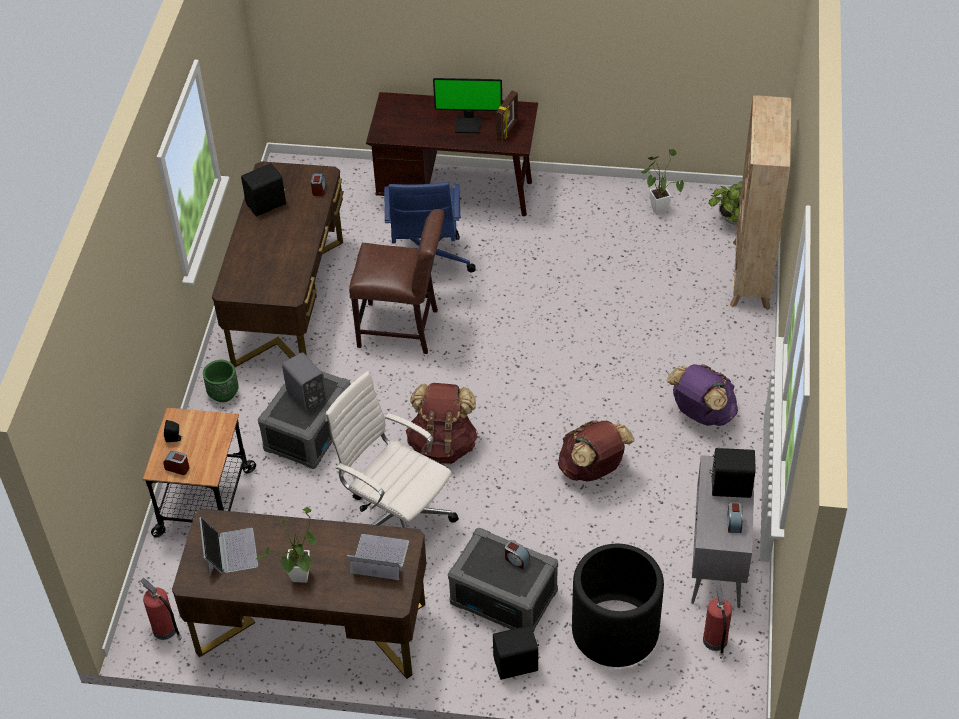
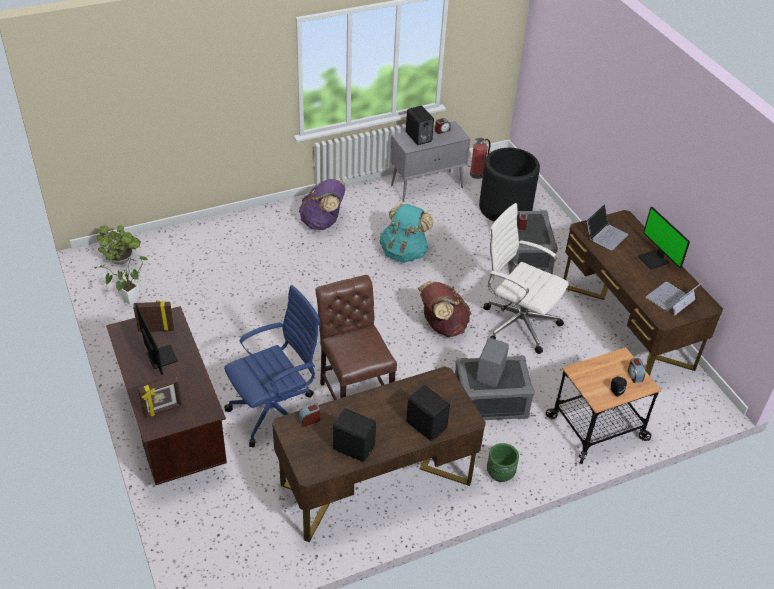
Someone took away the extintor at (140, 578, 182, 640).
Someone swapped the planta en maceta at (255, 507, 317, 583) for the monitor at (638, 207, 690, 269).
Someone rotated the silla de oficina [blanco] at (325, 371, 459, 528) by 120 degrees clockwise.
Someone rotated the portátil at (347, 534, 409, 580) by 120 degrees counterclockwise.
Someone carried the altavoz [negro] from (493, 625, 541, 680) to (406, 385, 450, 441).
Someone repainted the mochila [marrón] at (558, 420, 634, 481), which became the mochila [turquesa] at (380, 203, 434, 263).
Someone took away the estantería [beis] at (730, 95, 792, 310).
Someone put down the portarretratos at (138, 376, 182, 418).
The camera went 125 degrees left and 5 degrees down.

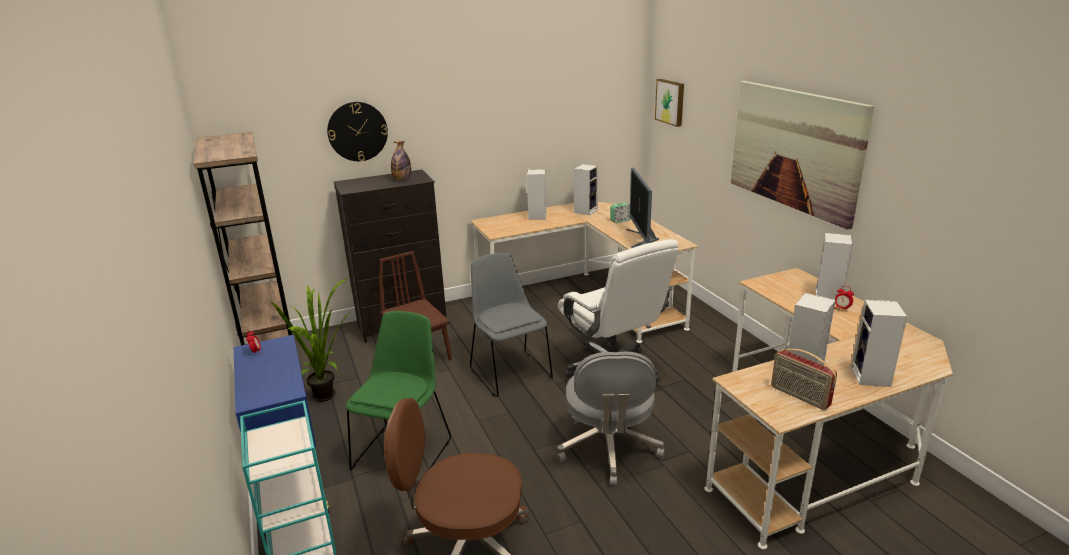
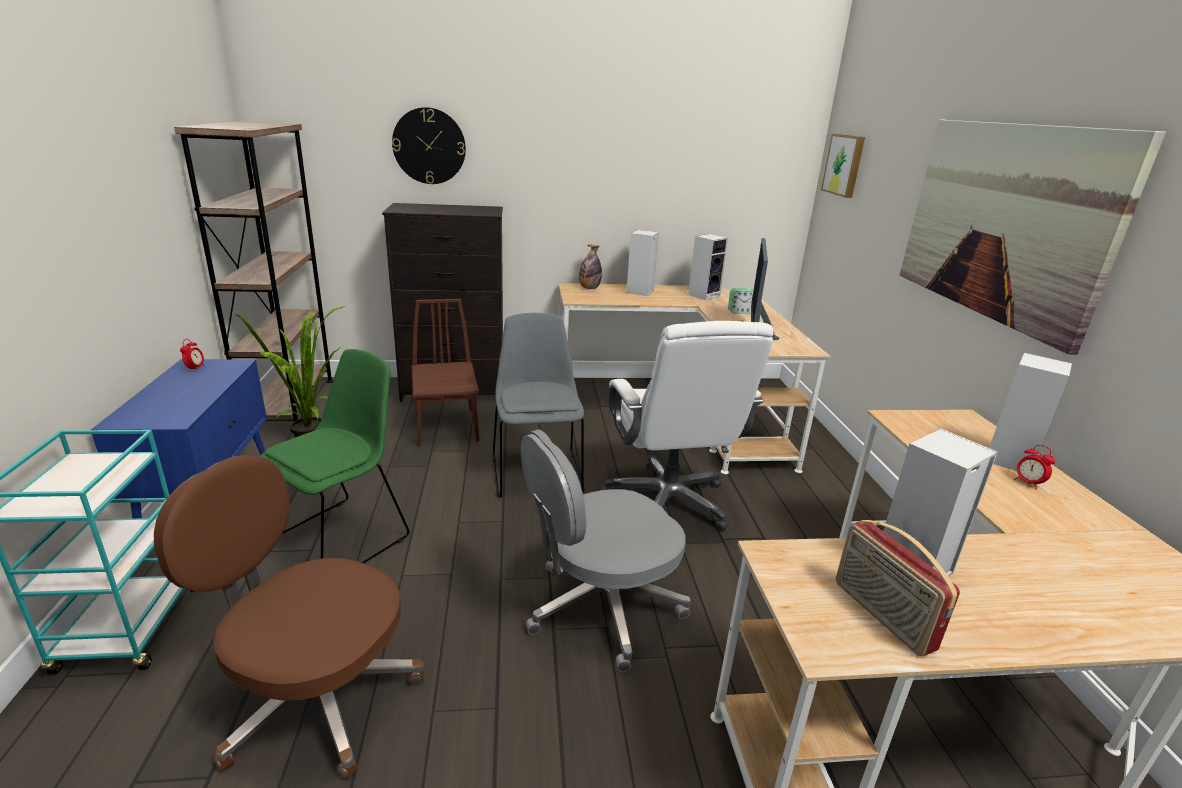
Someone carried the botella from (391, 141, 411, 180) to (579, 244, 602, 289).
Someone rotated the silla de oficina [gris] at (556, 351, 665, 486) by 45 degrees clockwise.
Someone took away the altavoz at (851, 300, 907, 387).
The camera went 15 degrees right and 0 degrees up.

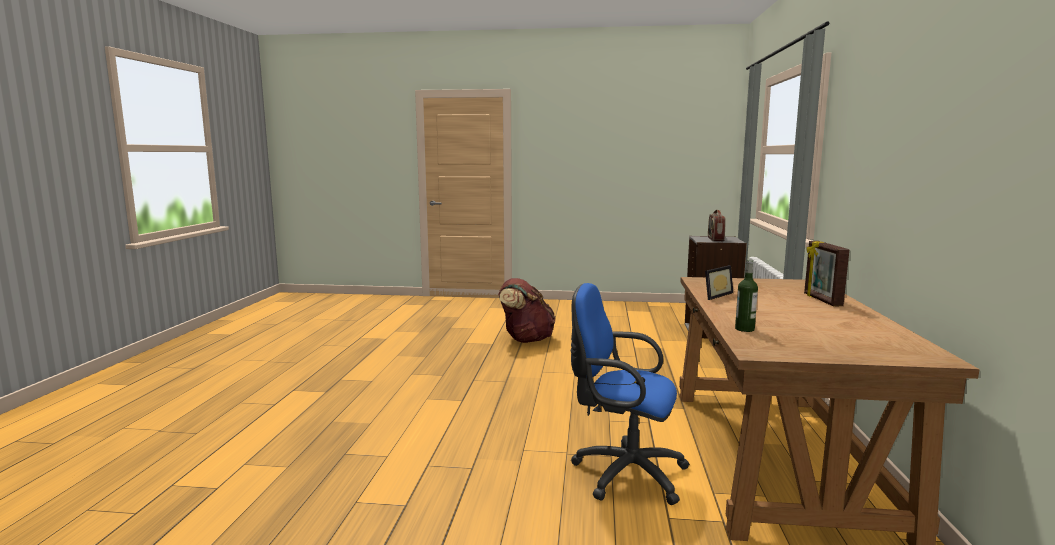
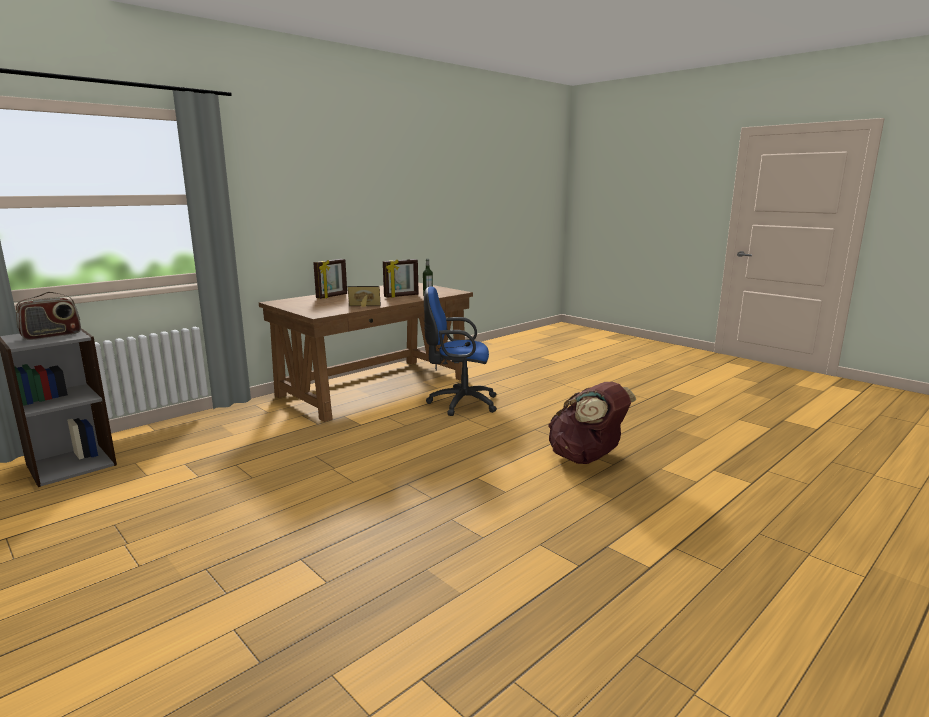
Someone carried the mochila [marrón] from (498, 278, 555, 343) to (548, 382, 636, 464).
Someone rotated the silla de oficina [azul] at (571, 283, 690, 505) by 120 degrees clockwise.
Someone put down the portarretratos at (383, 259, 419, 298).
The camera went 140 degrees left and 5 degrees up.

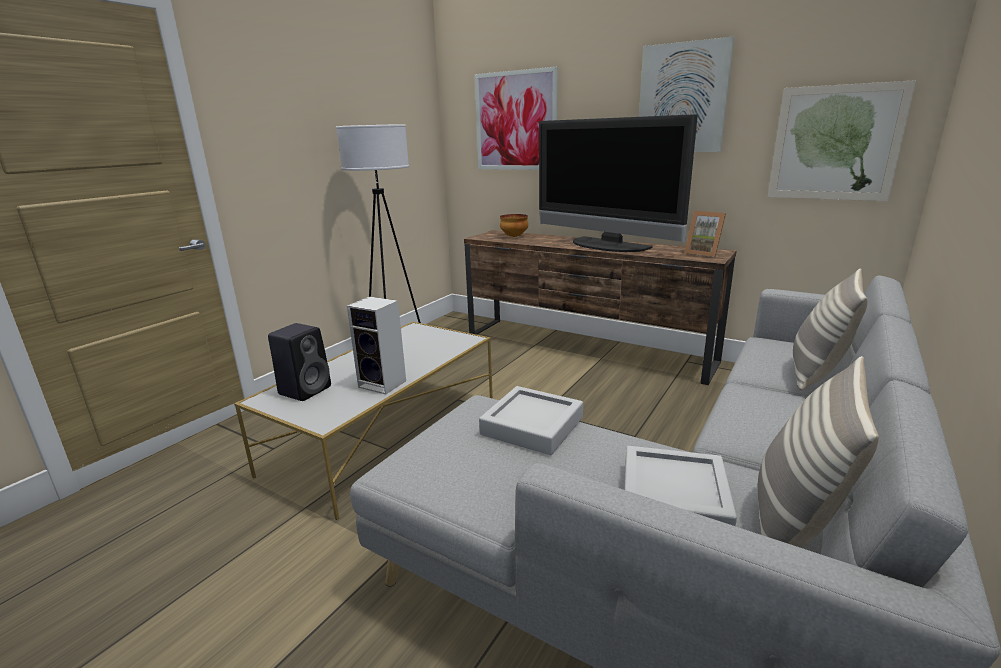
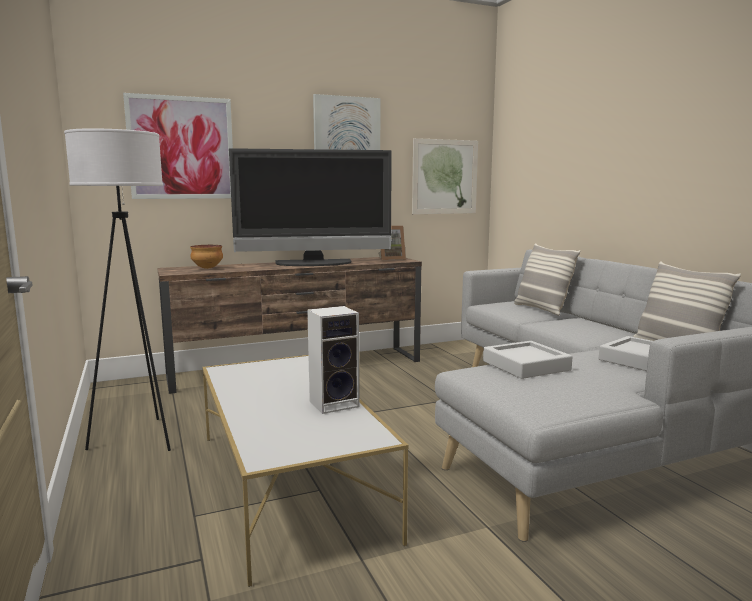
Someone took away the altavoz [negro] at (268, 323, 331, 401).
The camera went 55 degrees left and 10 degrees down.

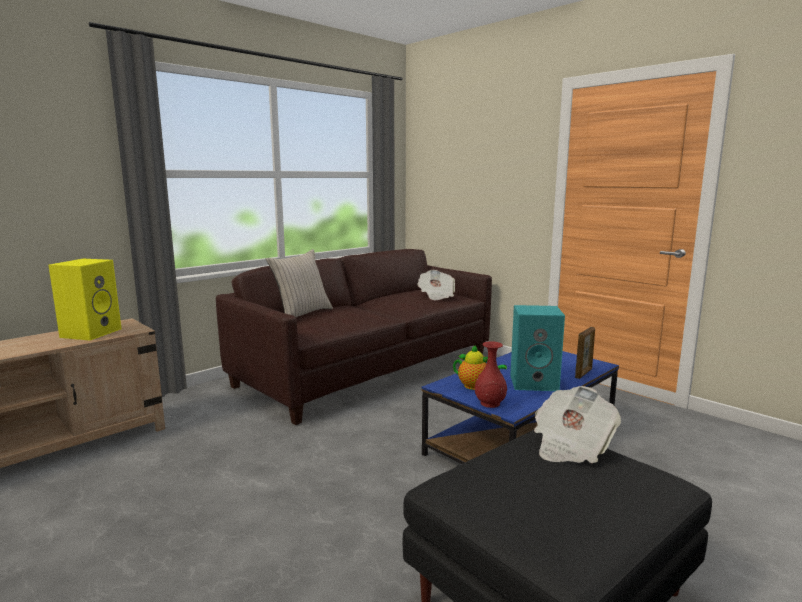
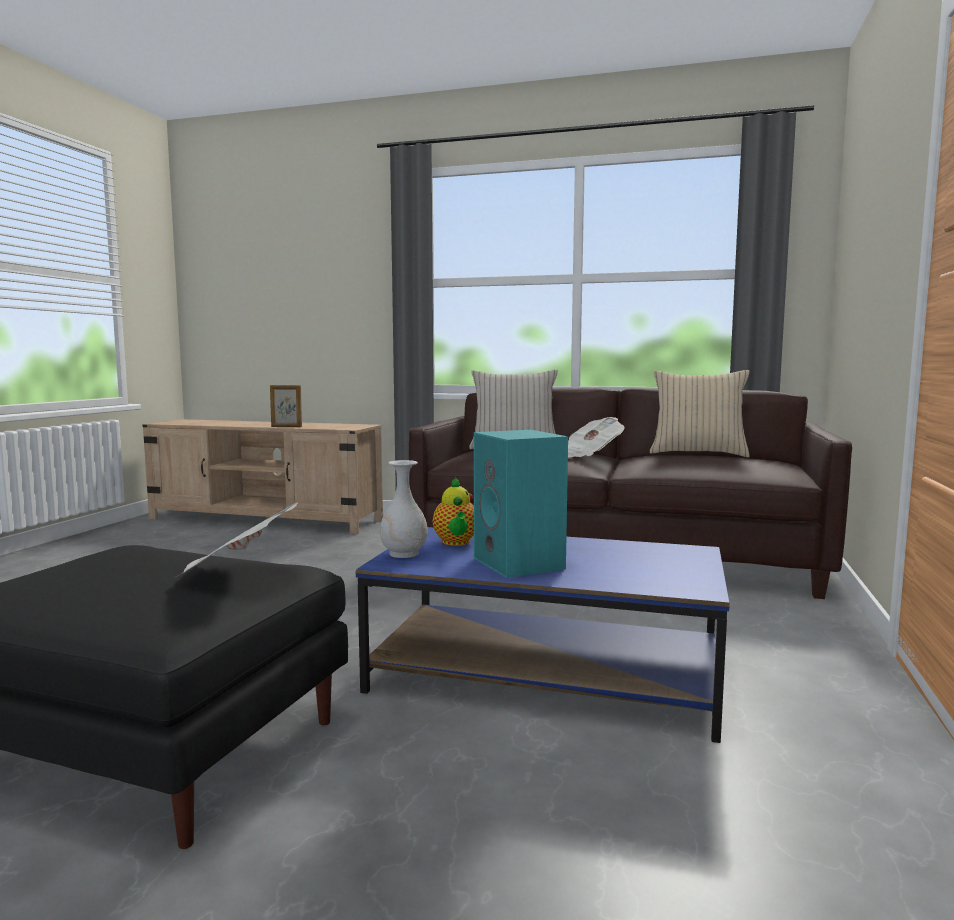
Someone took away the altavoz [amarillo] at (48, 259, 122, 340).
Someone carried the periódico from (417, 270, 455, 300) to (568, 417, 625, 458).
Someone repainted the florero [rojo] at (475, 341, 507, 408), which became the florero [blanco] at (380, 460, 428, 558).
Someone carried the portarretratos from (575, 327, 595, 379) to (270, 385, 302, 427).
Someone put down the cojín [beis] at (650, 370, 750, 458).
The camera went 60 degrees right and 5 degrees down.

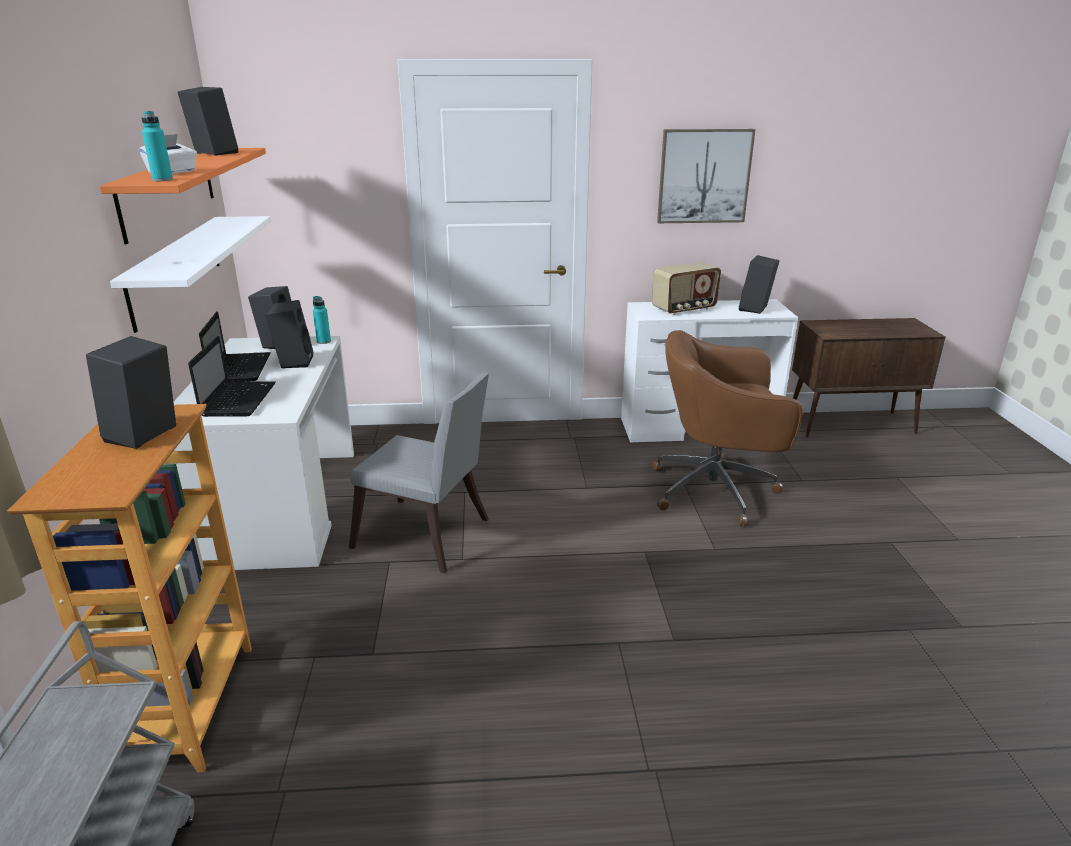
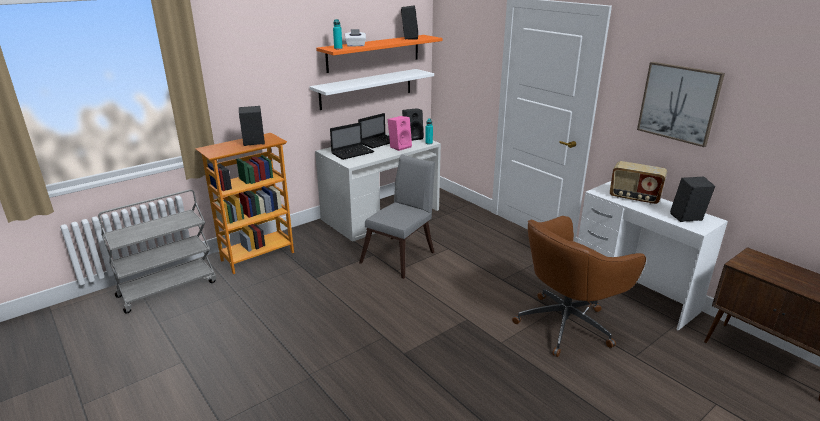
Someone repainted the altavoz [negro] at (265, 300, 313, 368), which became the altavoz [rosa] at (388, 116, 412, 151).
Someone rotated the silla [gris] at (349, 373, 489, 574) by 135 degrees counterclockwise.
Someone rotated the silla de oficina [marrón] at (653, 330, 803, 526) by 90 degrees counterclockwise.
The camera went 55 degrees right and 0 degrees up.

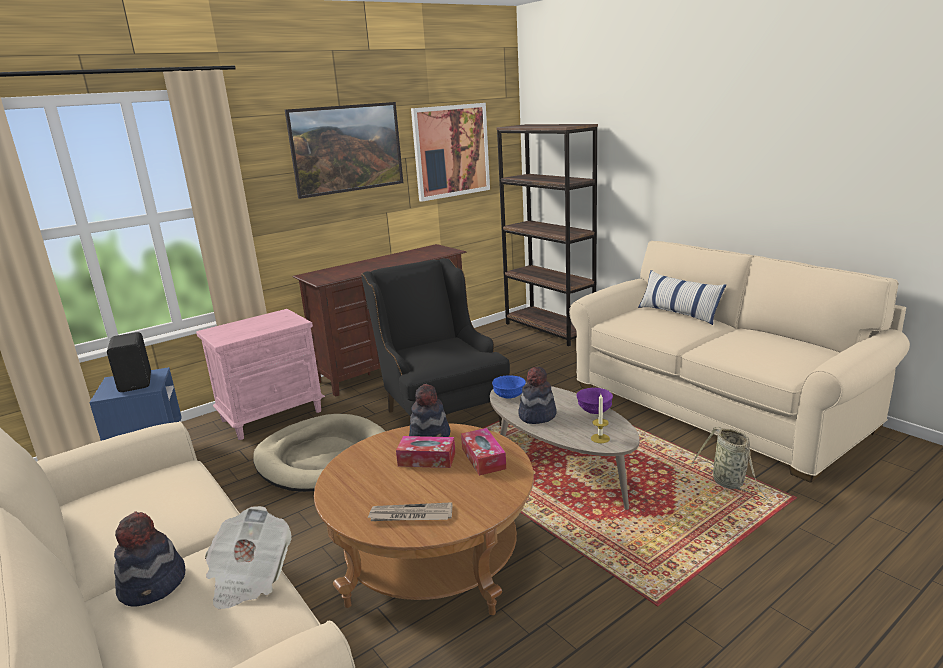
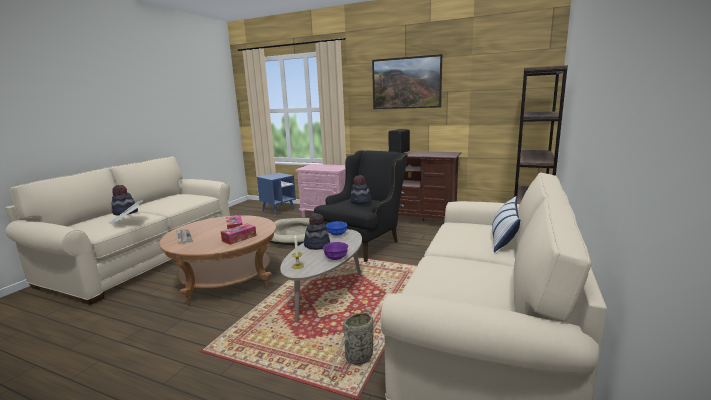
Someone carried the altavoz [negro] from (107, 332, 151, 392) to (388, 129, 410, 153).
Someone carried the sombrero from (409, 384, 450, 437) to (350, 175, 372, 204).
Someone took away the cuadro at (411, 103, 490, 202).
The camera went 60 degrees right and 5 degrees down.

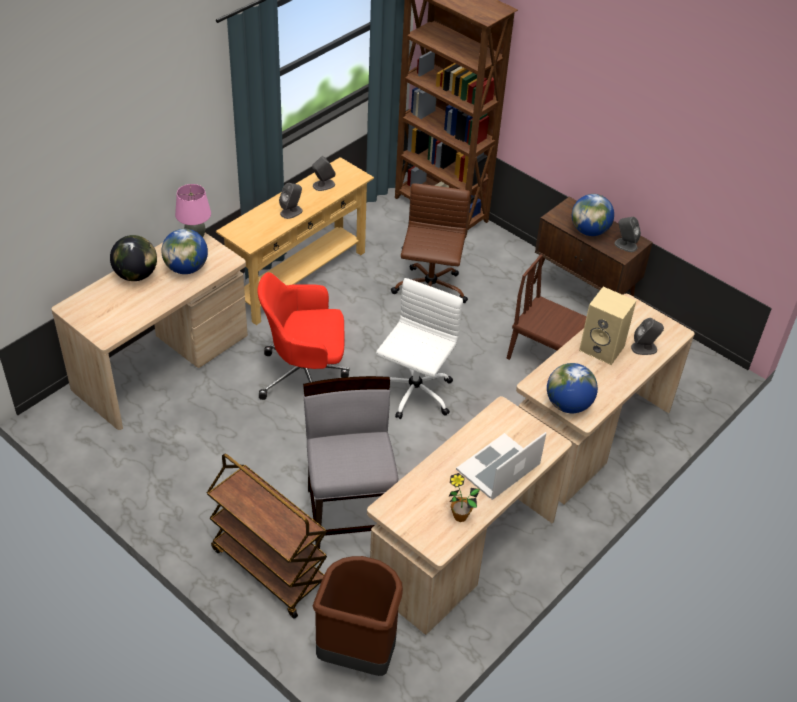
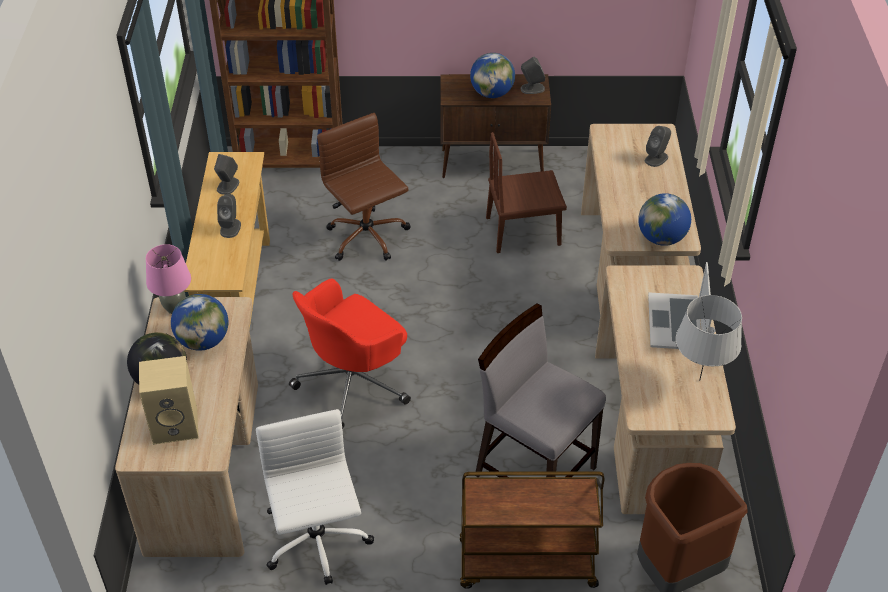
Someone carried the silla de oficina [blanco] from (376, 278, 463, 419) to (256, 409, 374, 585).
Someone swapped the planta en maceta at (449, 473, 480, 522) for the lámpara de mesa [gris] at (675, 295, 742, 381).
Someone carried the altavoz [beis] from (579, 287, 636, 365) to (139, 356, 199, 445).
The camera went 40 degrees left and 0 degrees up.

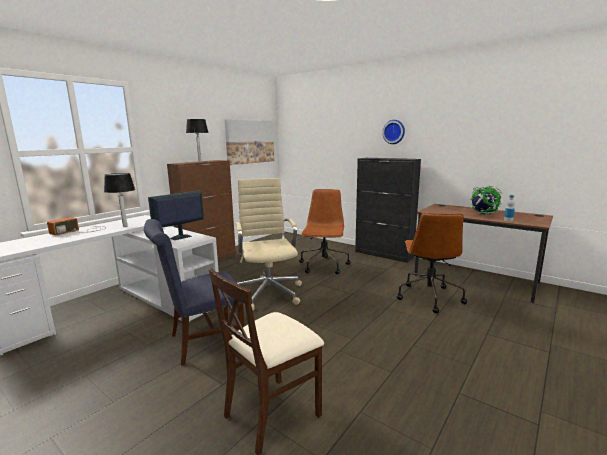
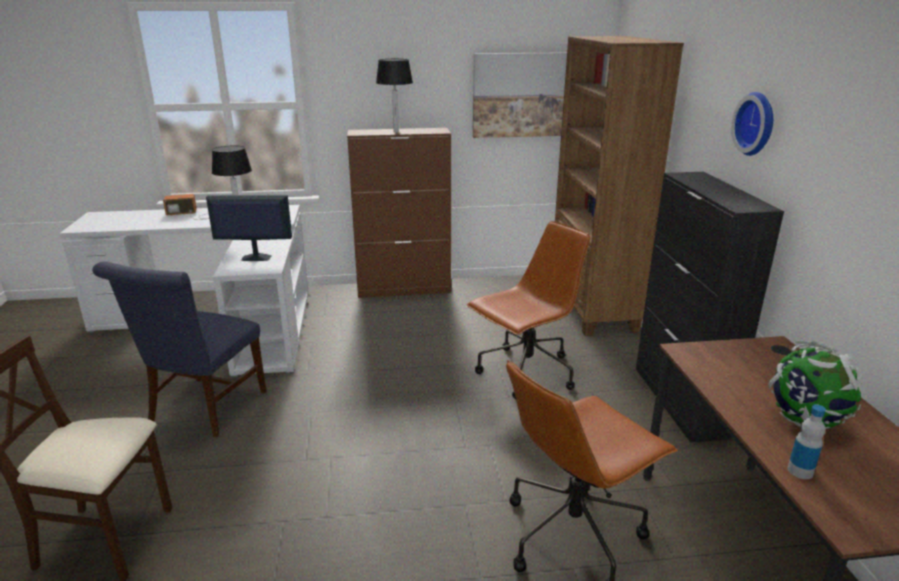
Someone rotated the silla [azul] at (144, 219, 244, 366) by 90 degrees counterclockwise.
Someone took away the silla de oficina [beis] at (235, 178, 302, 311).
Someone put down the estantería [marrón] at (555, 36, 684, 336).
The camera went 45 degrees right and 10 degrees up.

